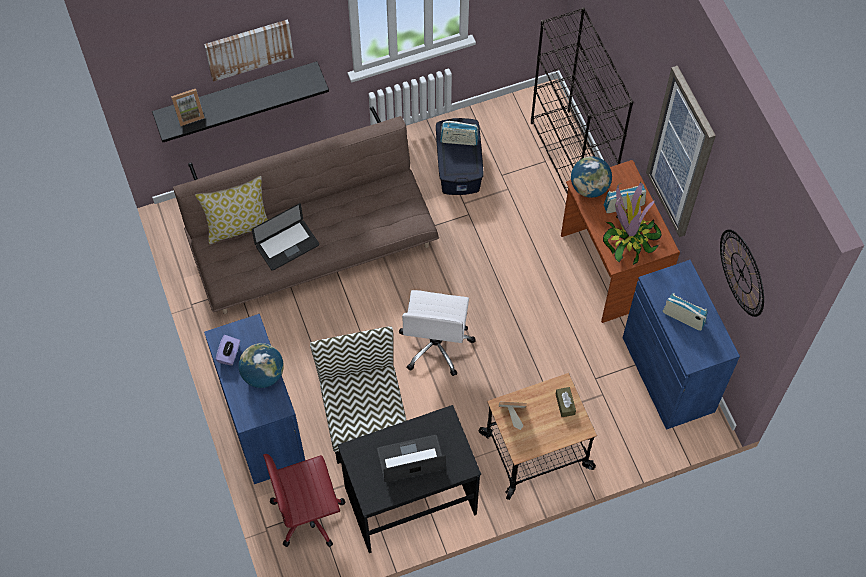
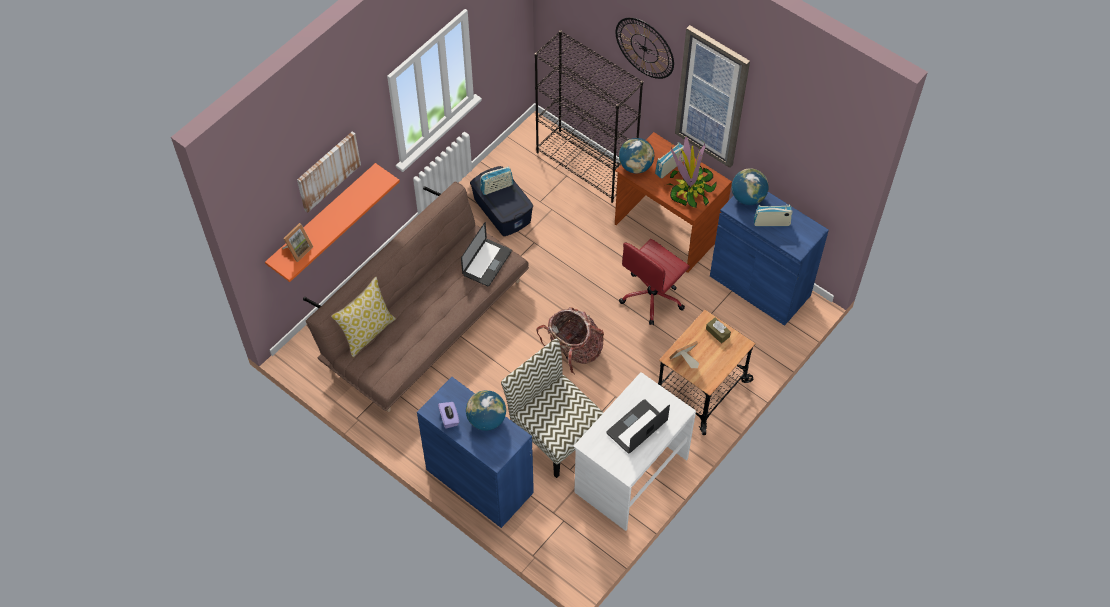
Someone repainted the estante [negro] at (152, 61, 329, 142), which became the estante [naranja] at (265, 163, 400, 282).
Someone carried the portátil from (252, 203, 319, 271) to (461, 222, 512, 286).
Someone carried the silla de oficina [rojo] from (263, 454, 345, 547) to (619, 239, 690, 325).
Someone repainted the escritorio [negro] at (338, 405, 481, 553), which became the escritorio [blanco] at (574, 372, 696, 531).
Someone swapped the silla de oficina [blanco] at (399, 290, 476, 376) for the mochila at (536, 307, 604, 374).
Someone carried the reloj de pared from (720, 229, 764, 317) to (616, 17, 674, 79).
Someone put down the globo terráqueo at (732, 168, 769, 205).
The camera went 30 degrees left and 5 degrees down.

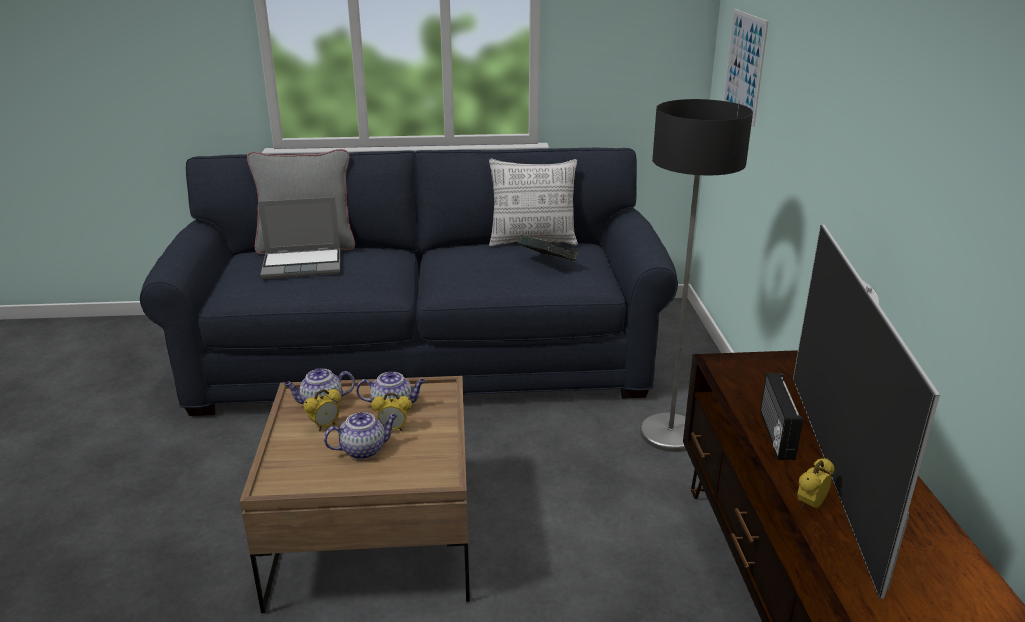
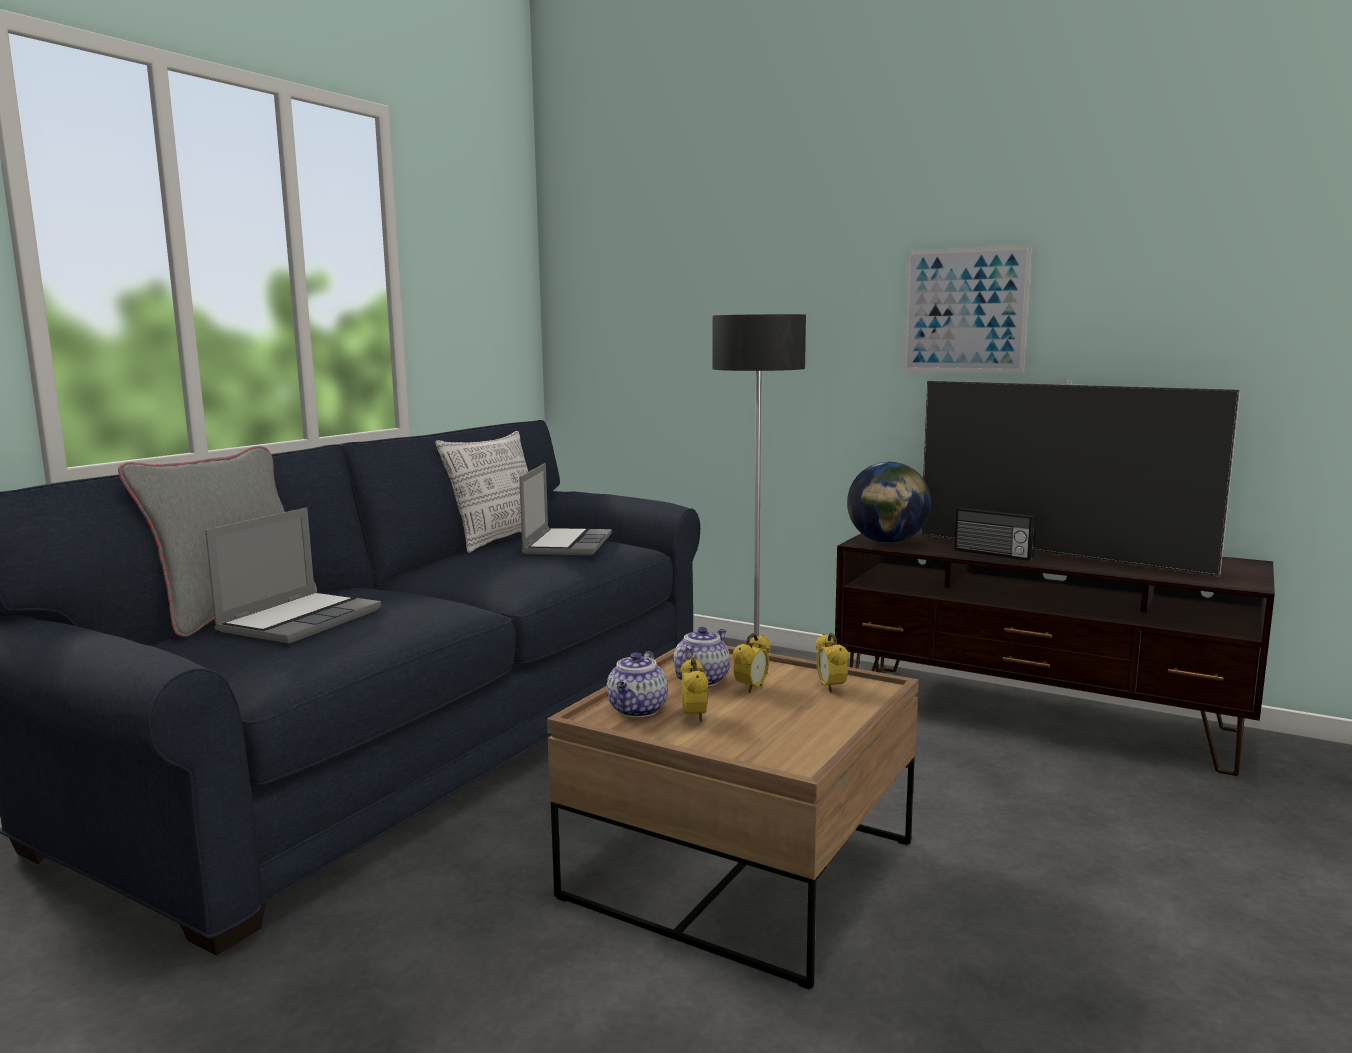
Someone took away the tetera at (324, 412, 397, 459).
Someone swapped the libro at (517, 235, 579, 261) for the portátil at (519, 463, 612, 555).
Someone carried the cuadro from (723, 9, 768, 127) to (903, 245, 1032, 373).
Someone carried the despertador from (797, 458, 834, 509) to (816, 633, 849, 693).
Someone put down the globo terráqueo at (847, 462, 931, 543).
The camera went 55 degrees left and 15 degrees down.

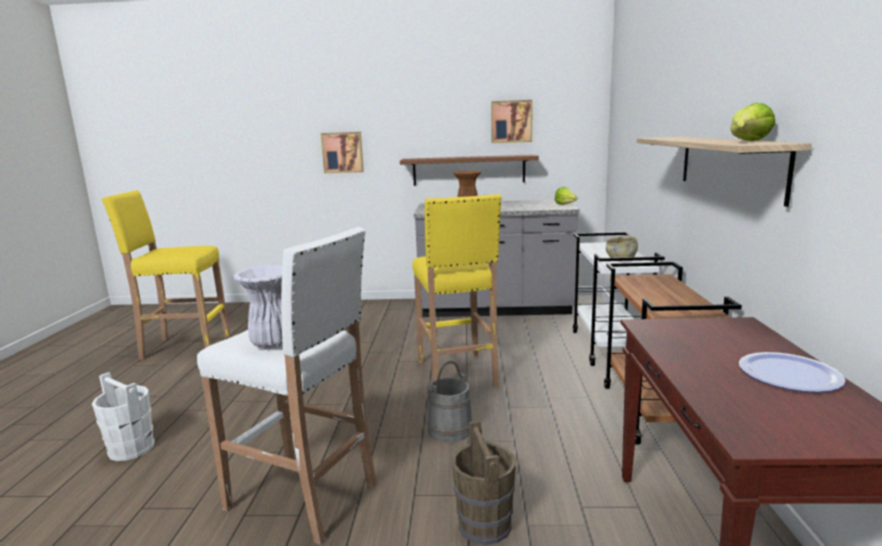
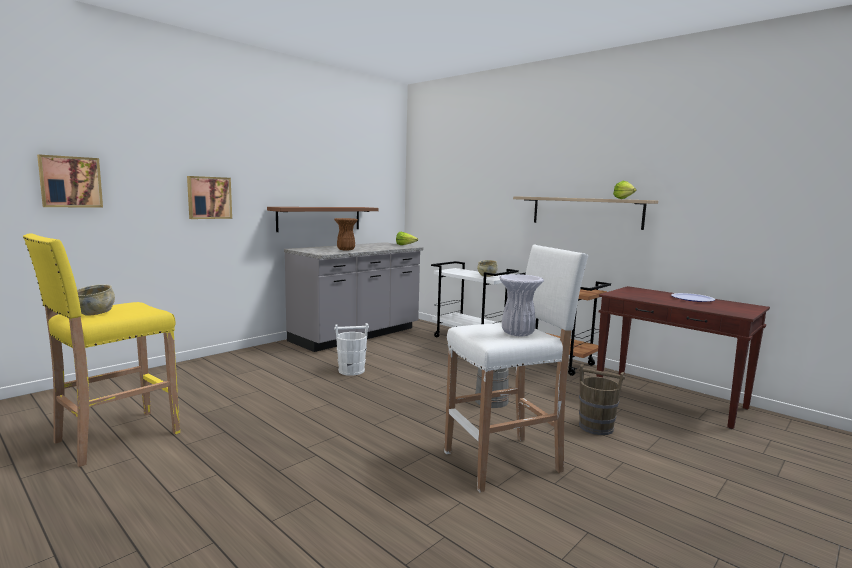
Someone carried the cubo [blanco] from (92, 372, 155, 461) to (334, 323, 369, 376).
Someone took away the taburete [amarillo] at (413, 194, 501, 388).
Someone carried the cuadro from (491, 100, 533, 143) to (37, 154, 103, 207).
Someone put down the cuenco [beis] at (77, 284, 115, 316).
The camera went 50 degrees left and 5 degrees down.

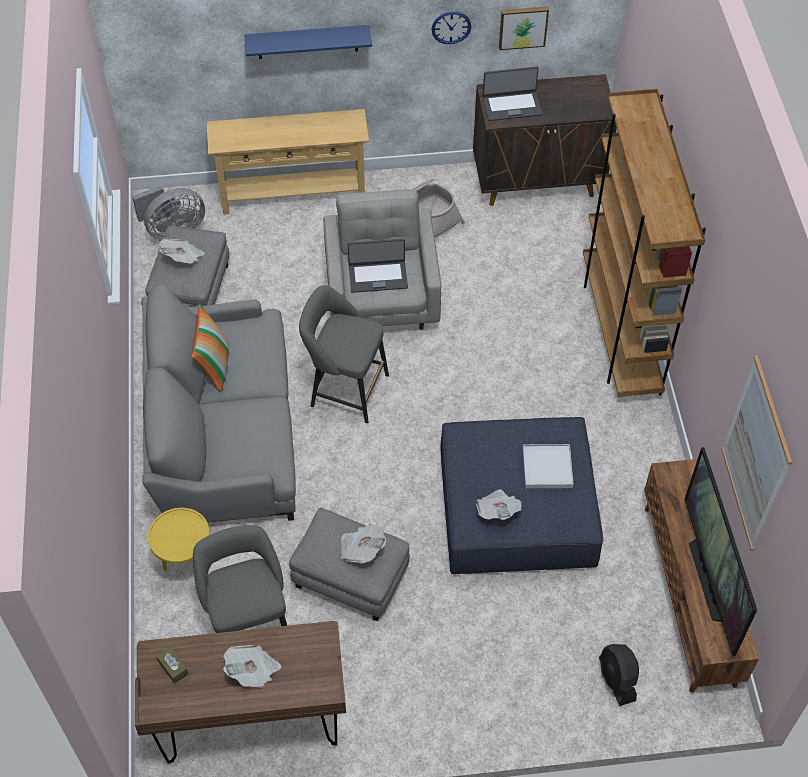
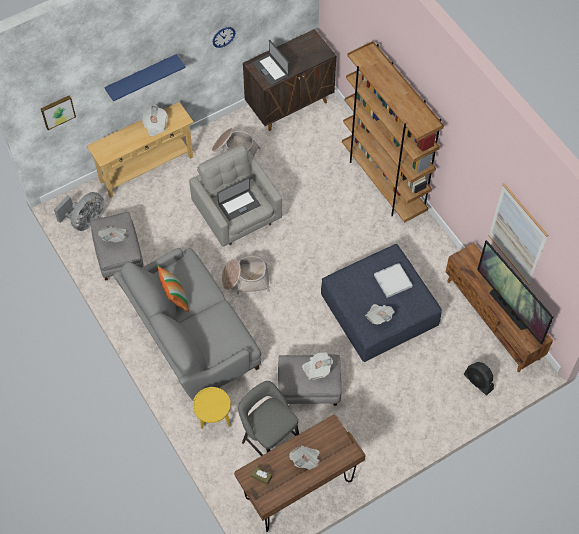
Someone swapped the taburete [gris] at (299, 285, 389, 423) for the cesta at (222, 256, 270, 295).
Someone rotated the portátil at (483, 67, 543, 121) by 90 degrees clockwise.
Someone carried the cuadro from (499, 6, 549, 50) to (41, 95, 76, 130).
Someone put down the periódico at (142, 105, 168, 136).
The camera went 25 degrees left and 5 degrees up.

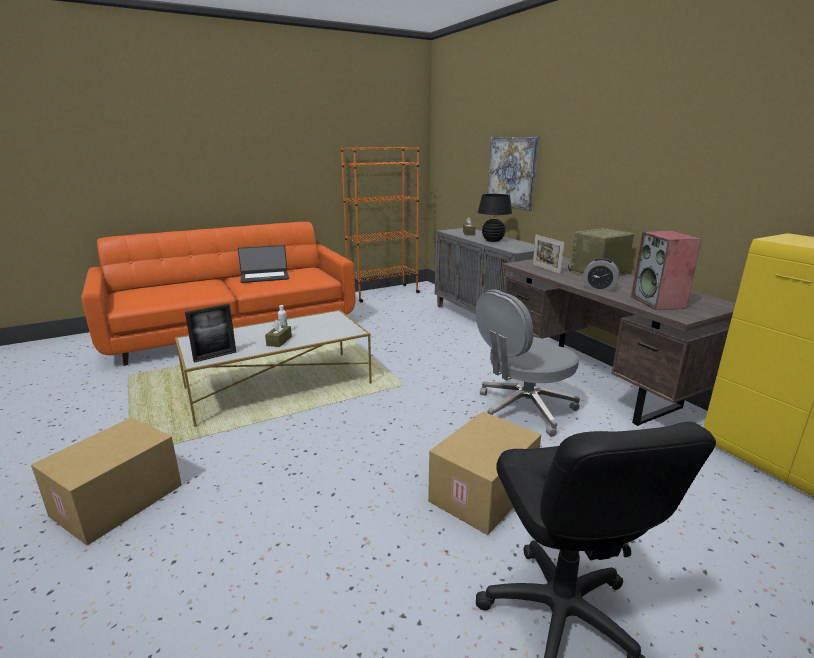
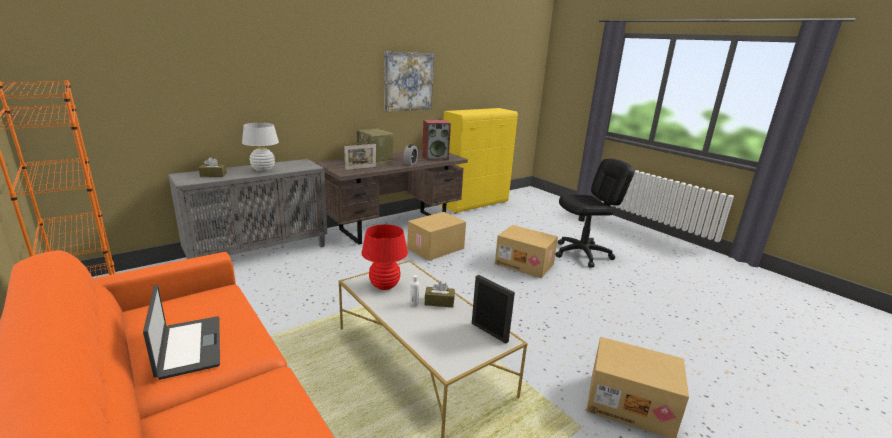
Someone swapped the silla de oficina [gris] at (476, 289, 580, 437) for the caja de cartón at (407, 212, 466, 261).
Someone repainted the lámpara de mesa [negro] at (478, 194, 512, 242), which became the lámpara de mesa [blanco] at (242, 123, 279, 172).
Someone carried the cuadro from (488, 137, 539, 211) to (384, 52, 434, 112).
Someone put down the lámpara de mesa [rojo] at (361, 224, 408, 290).
The camera went 100 degrees left and 0 degrees up.

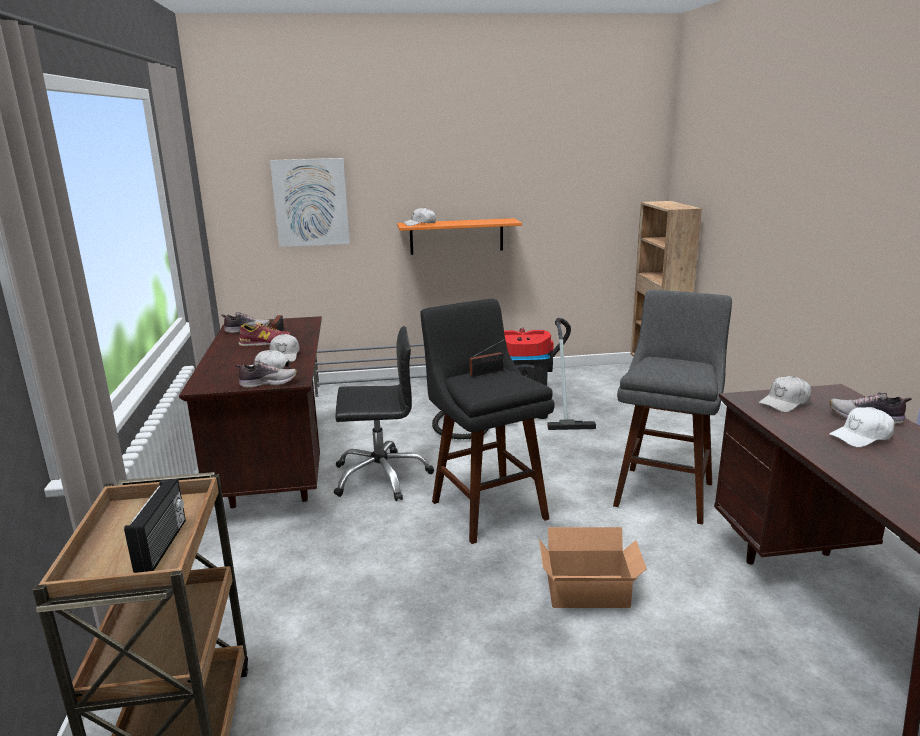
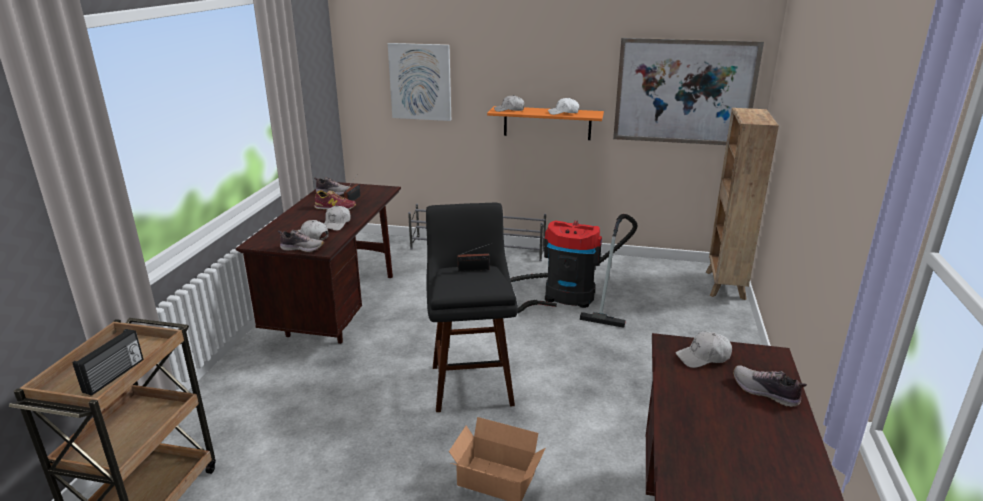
Someone took away the silla de oficina [negro] at (334, 326, 434, 501).
Someone took away the taburete [gris] at (613, 290, 732, 525).
Someone carried the gorra [blanco] from (829, 407, 894, 447) to (548, 98, 579, 115).
Someone put up the cuadro at (613, 38, 764, 145).
The camera went 20 degrees right and 5 degrees up.

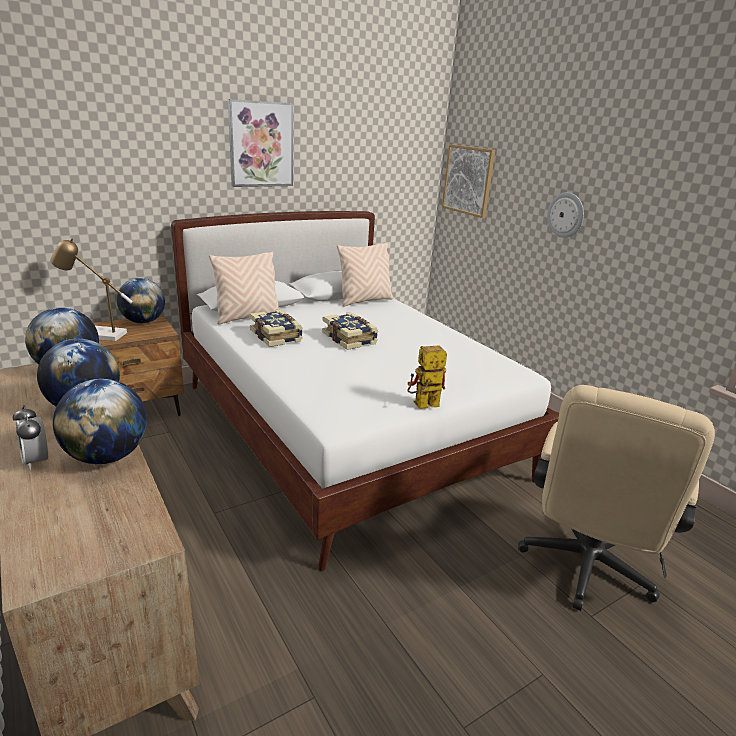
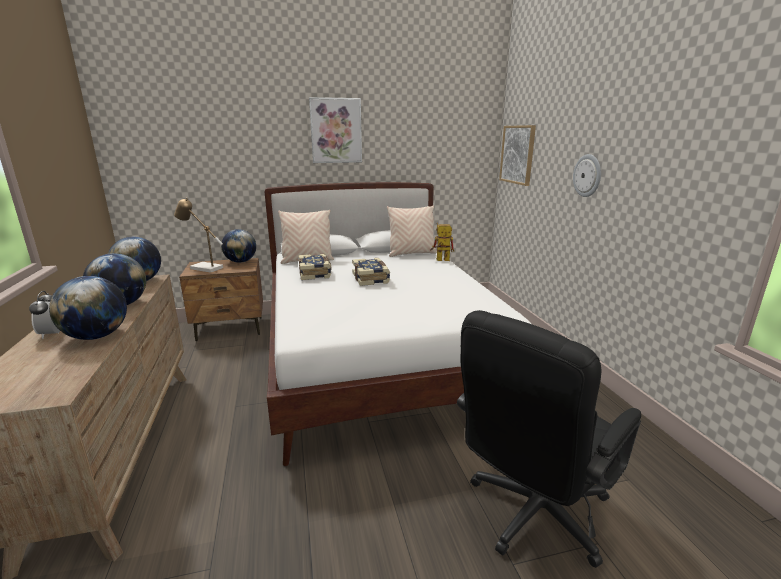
Someone carried the robot de juguete from (408, 346, 447, 409) to (430, 223, 454, 261).
Someone repainted the silla de oficina [beis] at (518, 385, 715, 611), which became the silla de oficina [negro] at (457, 310, 641, 568).
The camera went 20 degrees right and 5 degrees down.

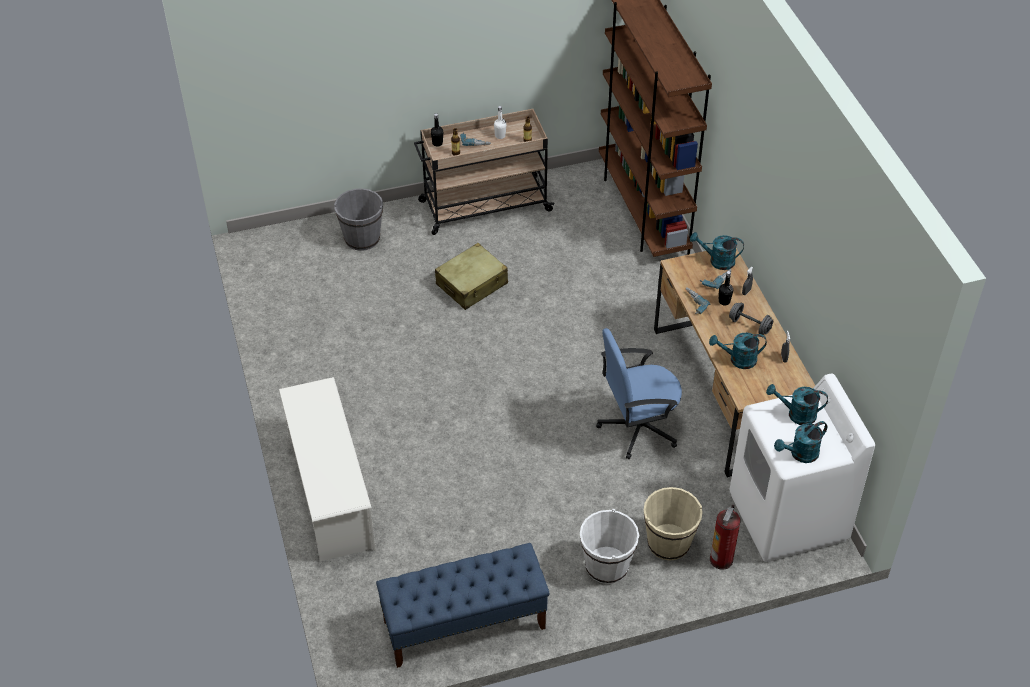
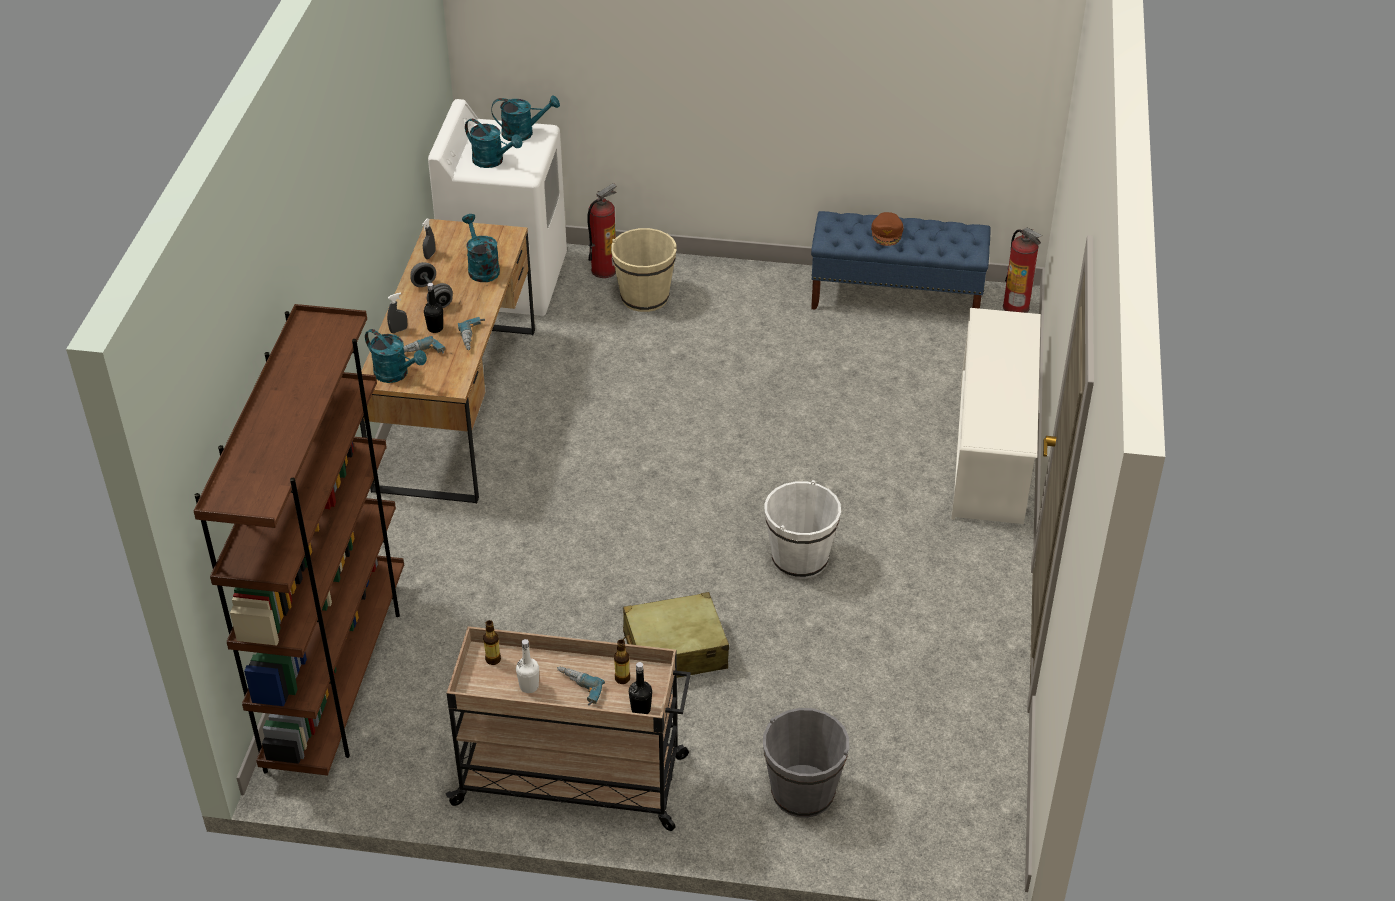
Someone carried the cubo [blanco] from (580, 509, 639, 584) to (764, 480, 841, 579).
Someone took away the silla de oficina [azul] at (596, 328, 682, 459).
Someone rotated the regadera [turquesa] at (709, 333, 767, 369) by 135 degrees counterclockwise.
Someone put down the gorra [marrón] at (871, 212, 904, 246).
Someone put down the extintor at (1003, 228, 1042, 313).
The camera went 155 degrees left and 5 degrees down.

